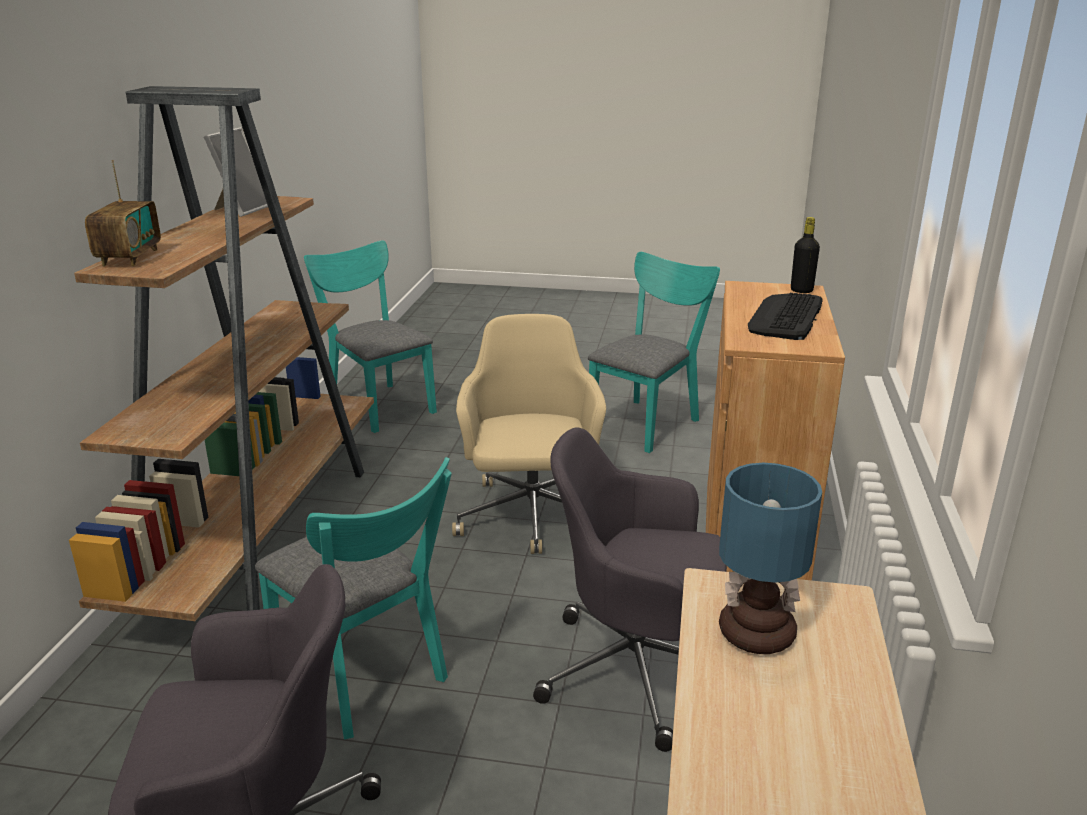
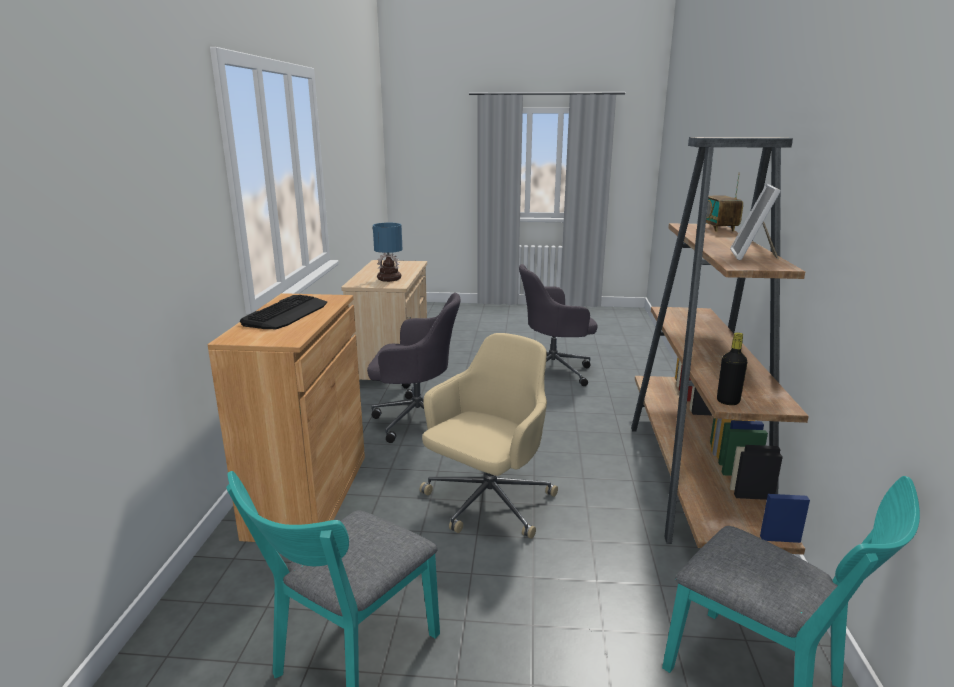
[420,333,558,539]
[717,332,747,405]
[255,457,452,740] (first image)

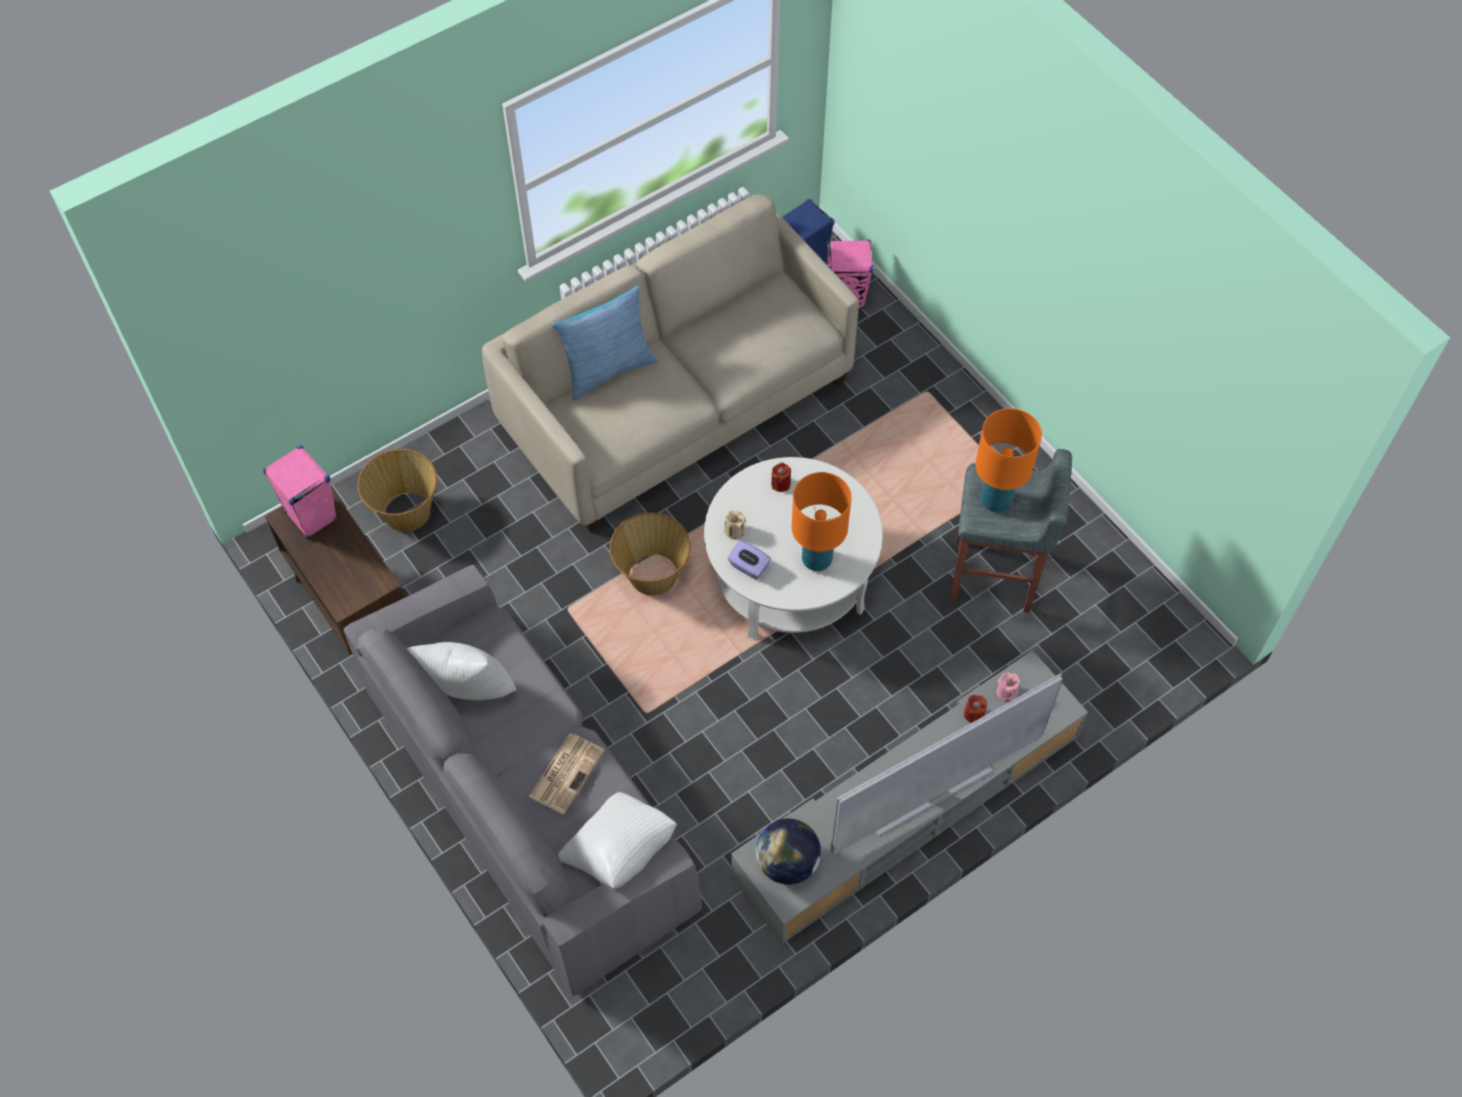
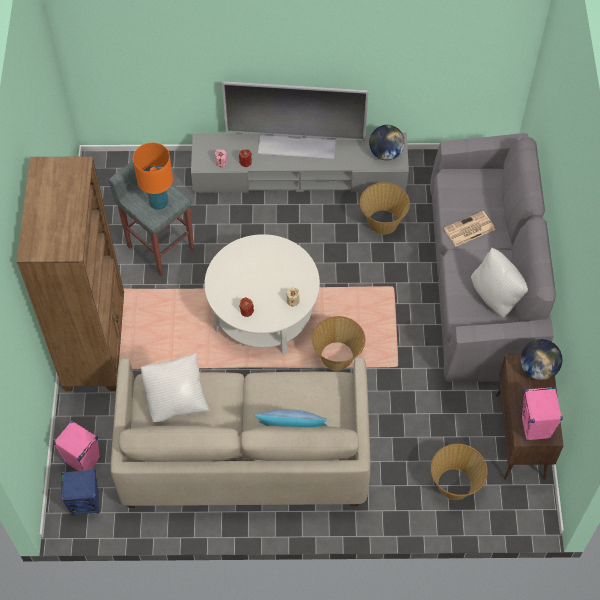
[17,156,124,391]
[141,353,210,422]
[360,182,410,235]
[521,339,562,380]
[728,540,771,580] (first image)
[792,472,851,571] (first image)

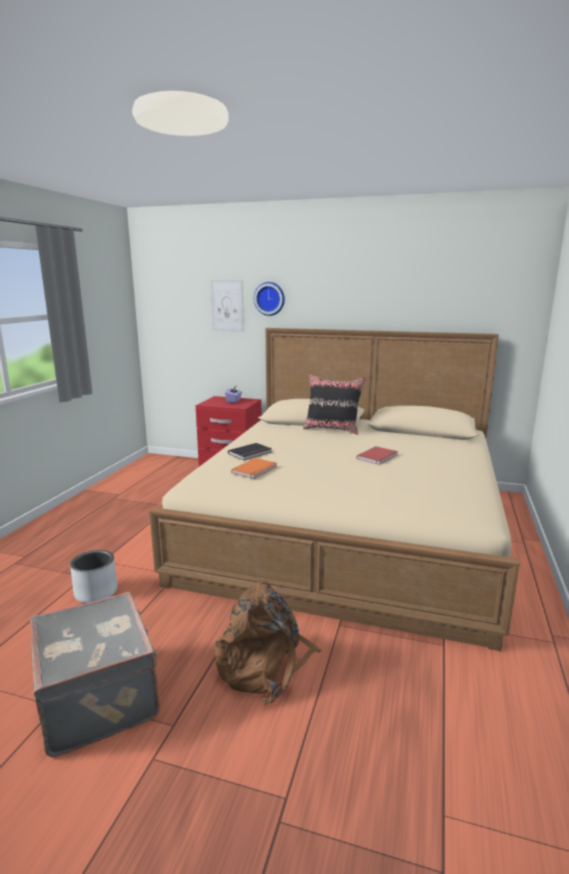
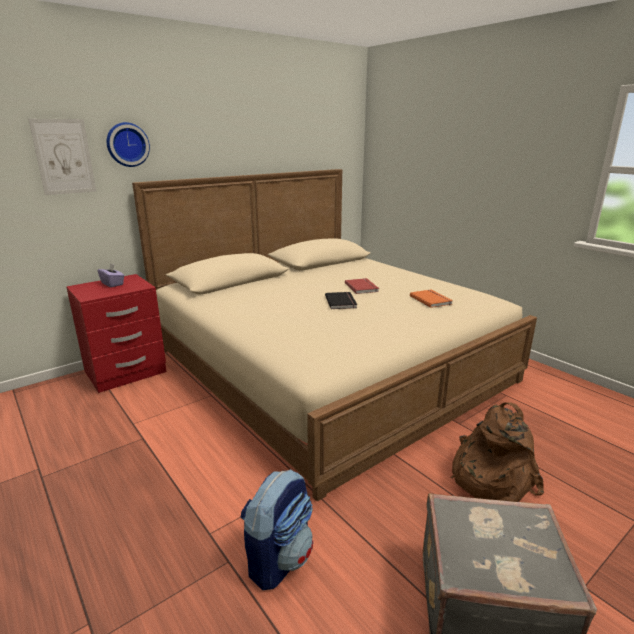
[241,469,313,590]
[325,292,357,309]
[410,290,453,308]
[303,374,365,434] (first image)

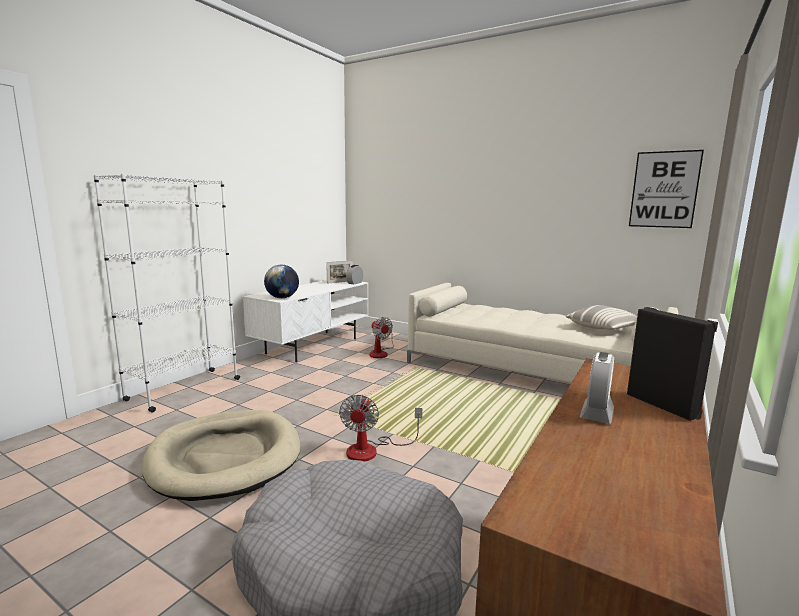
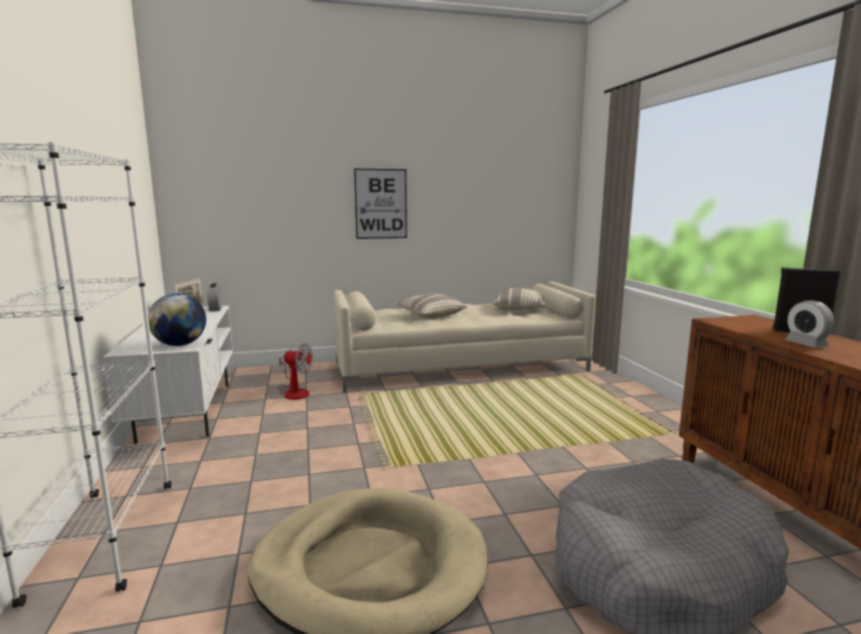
[354,169,407,239]
[396,294,467,318]
[339,395,422,462] (first image)

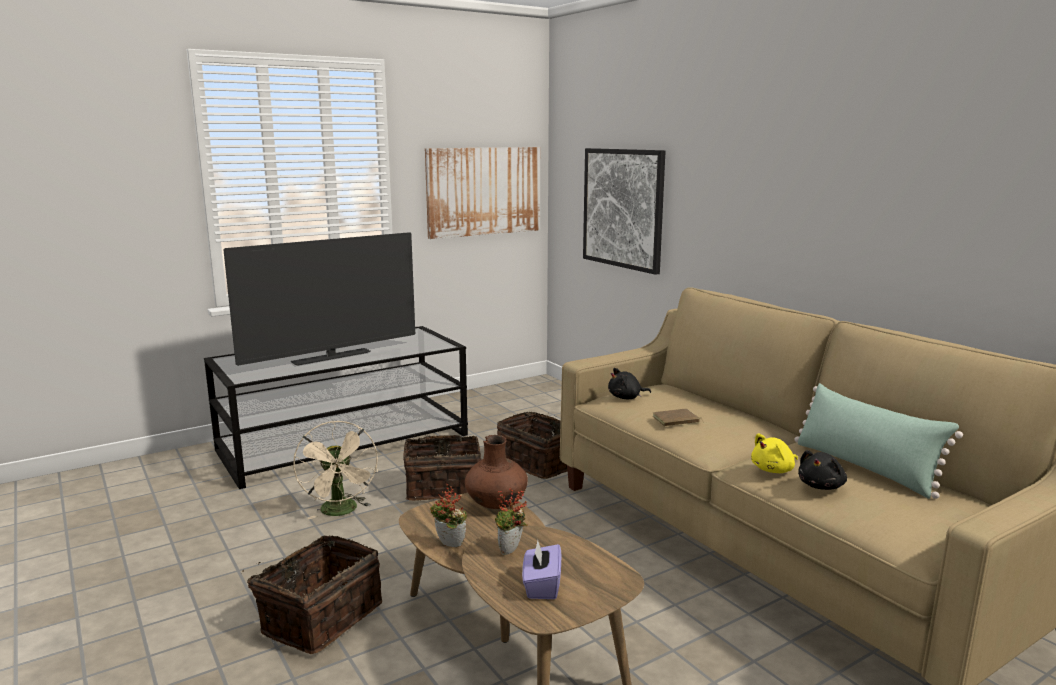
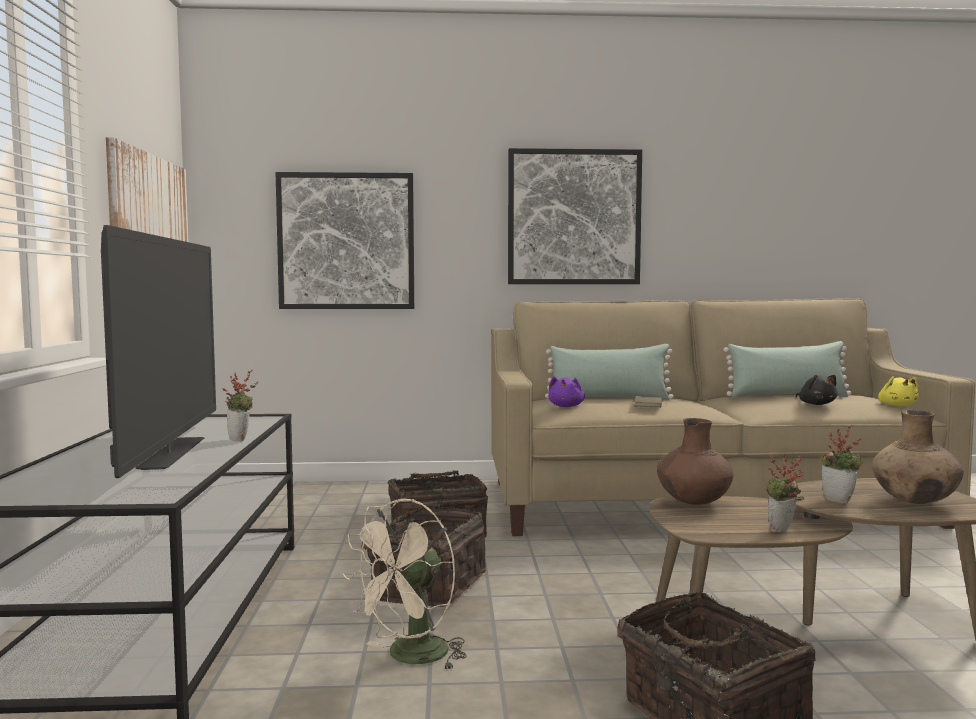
[222,369,258,442]
[343,499,467,671]
[508,148,642,284]
[545,344,673,401]
[548,376,585,407]
[872,410,964,504]
[878,376,919,406]

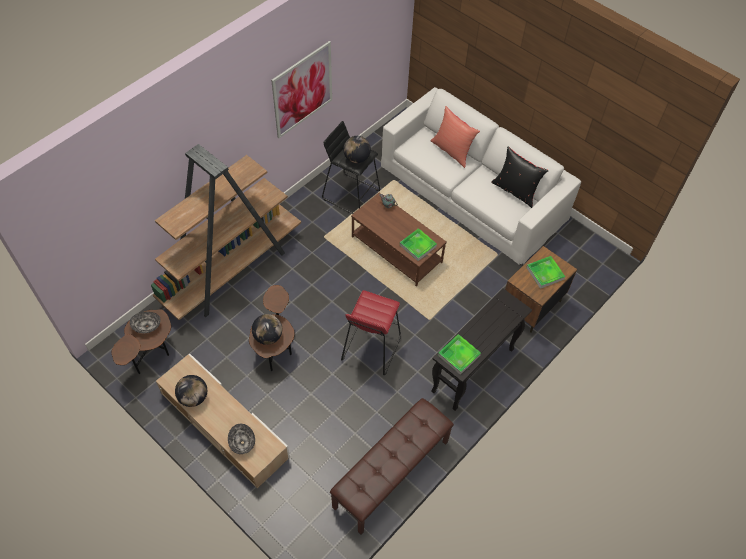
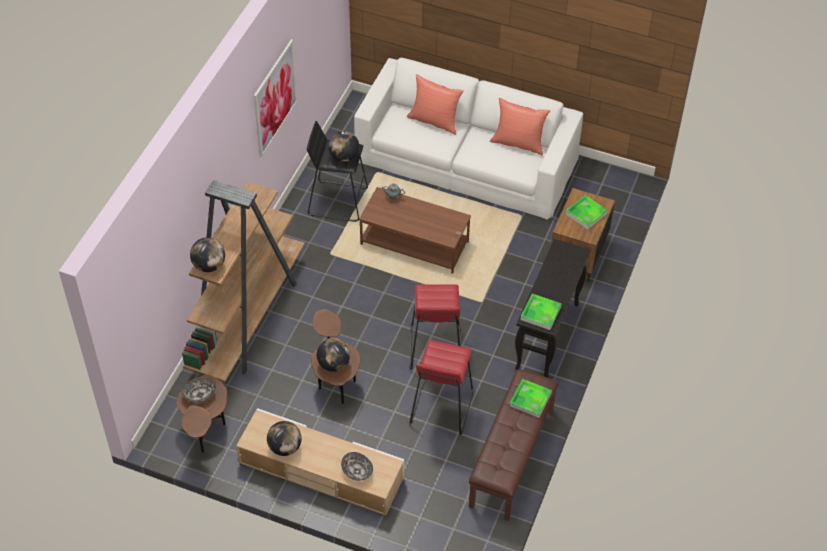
[190,237,225,272]
[409,340,473,435]
[490,98,550,155]
[509,379,552,418]

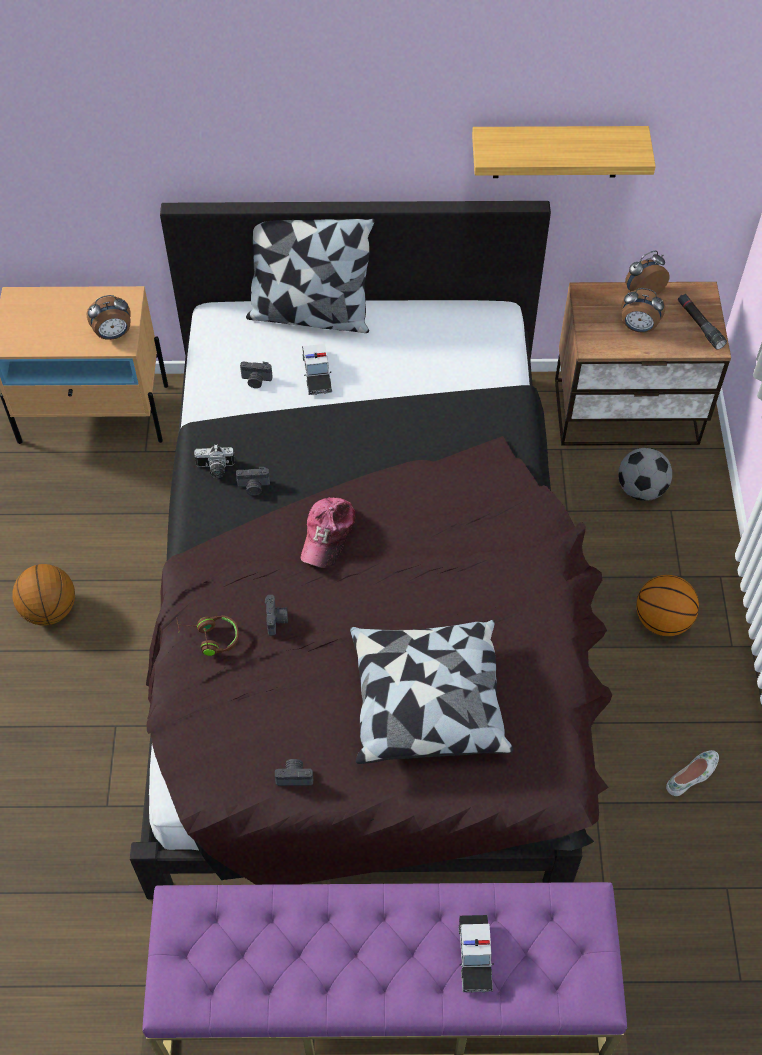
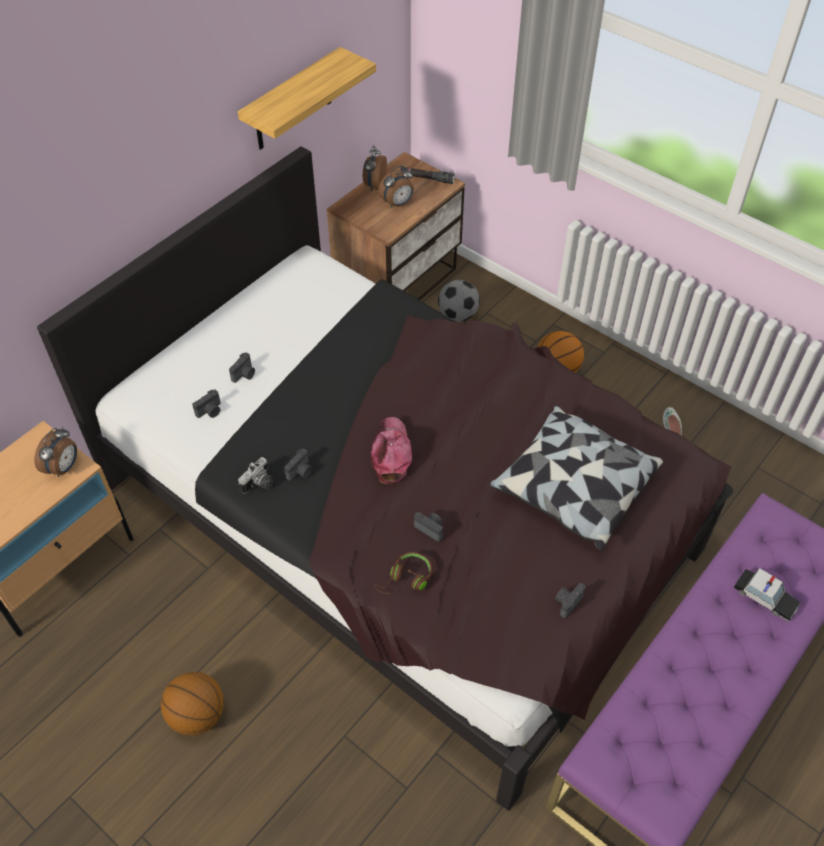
[229,353,255,383]
[371,417,412,484]
[246,219,375,333] (first image)

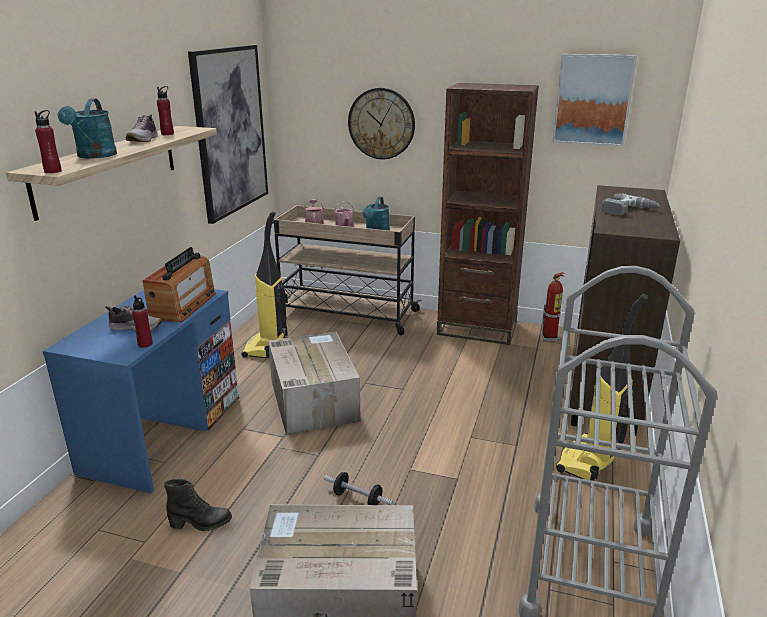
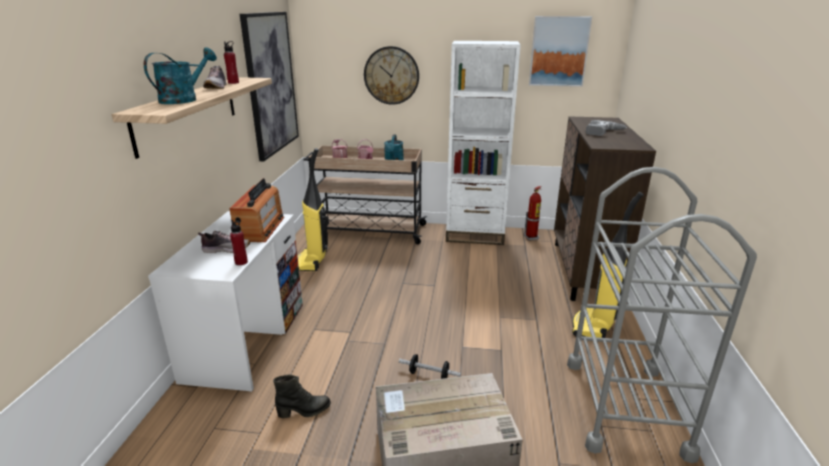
[144,47,217,104]
[148,211,303,391]
[446,41,521,245]
[35,110,62,173] (first image)
[268,332,361,435] (first image)

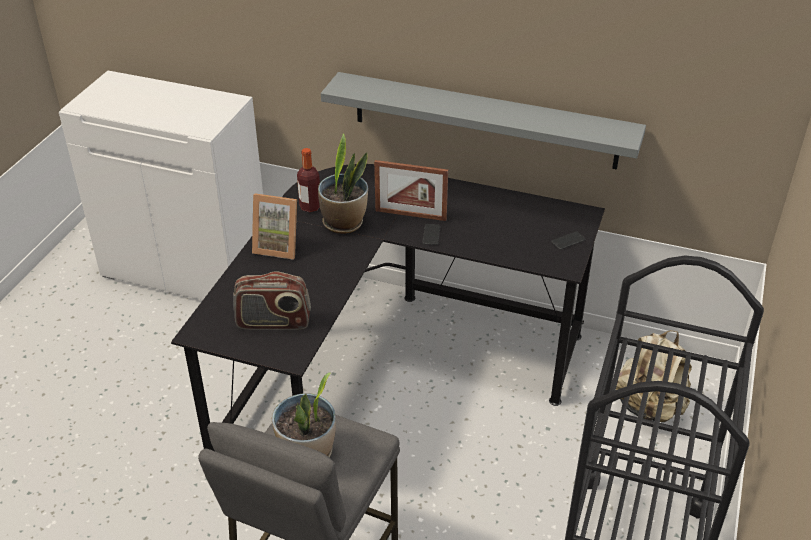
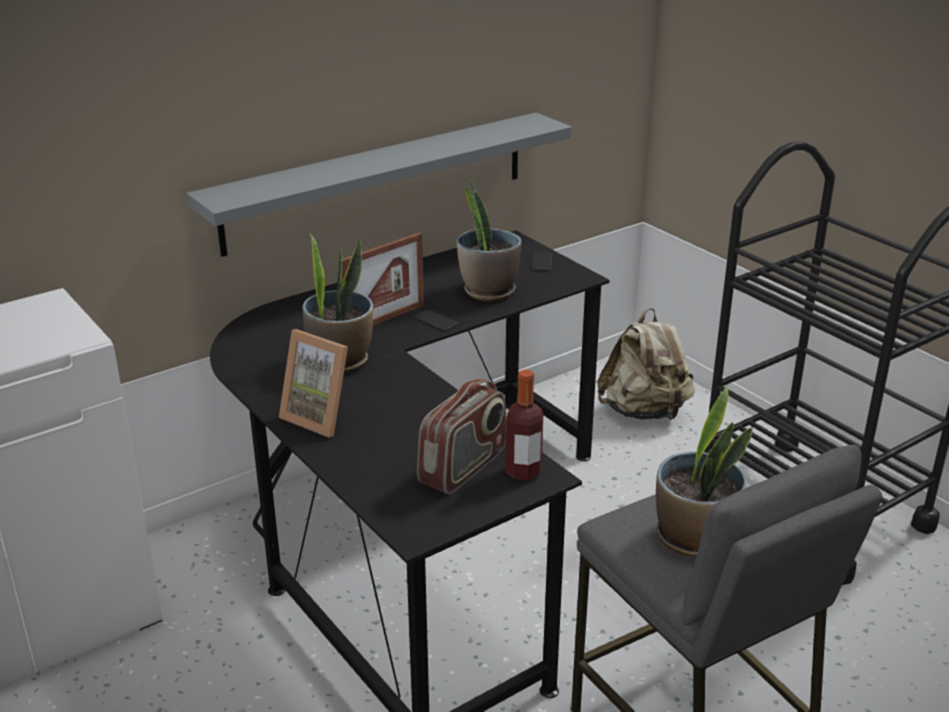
[279,329,348,437]
[457,179,521,301]
[506,369,543,480]

